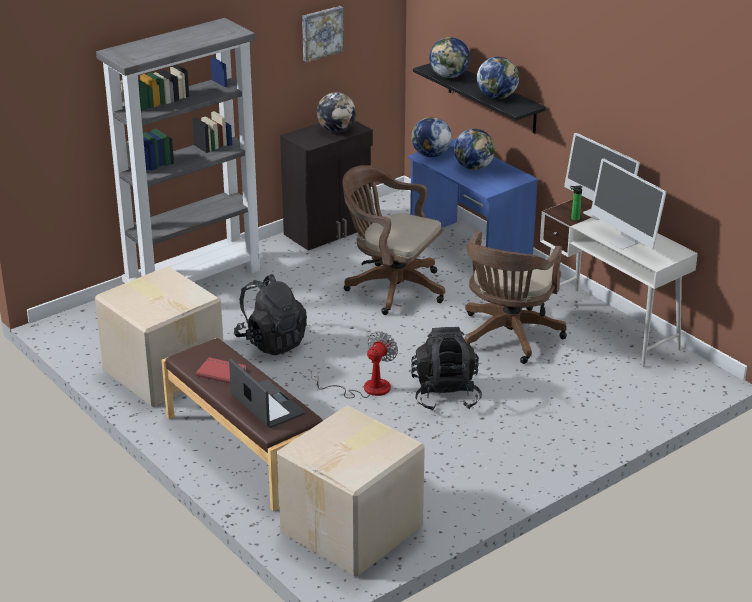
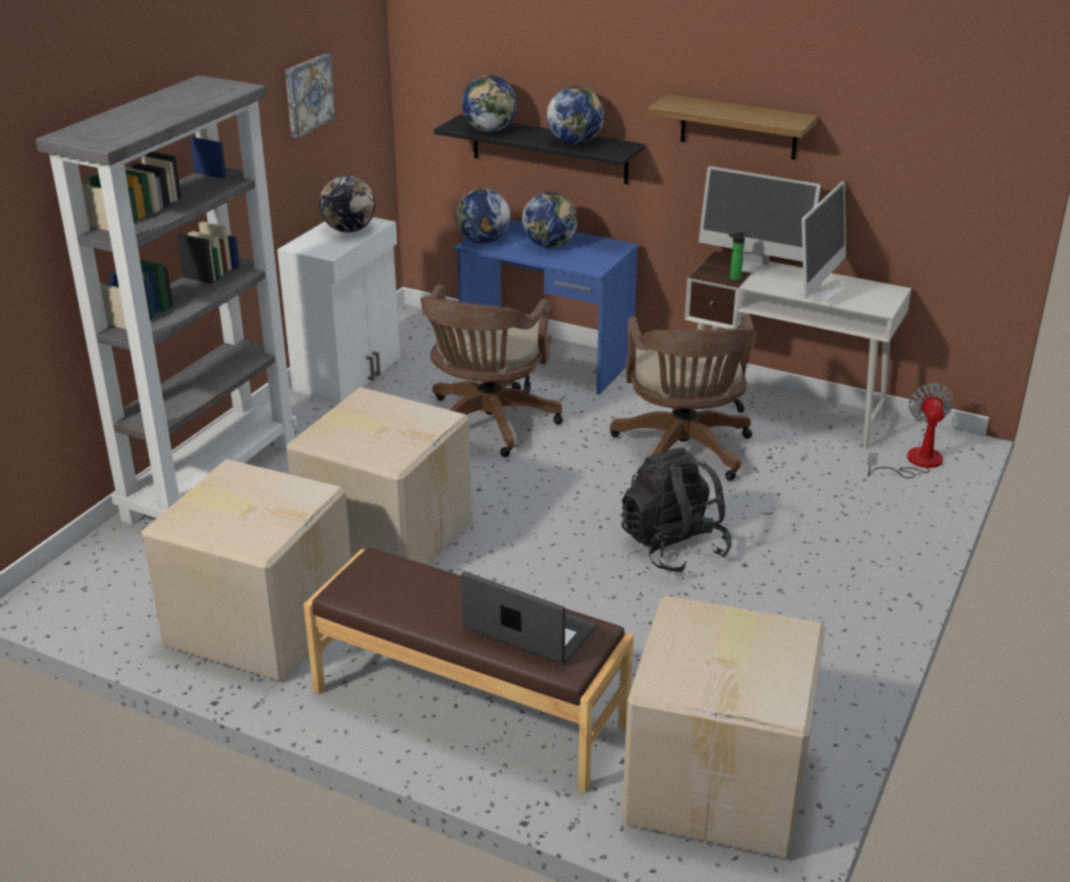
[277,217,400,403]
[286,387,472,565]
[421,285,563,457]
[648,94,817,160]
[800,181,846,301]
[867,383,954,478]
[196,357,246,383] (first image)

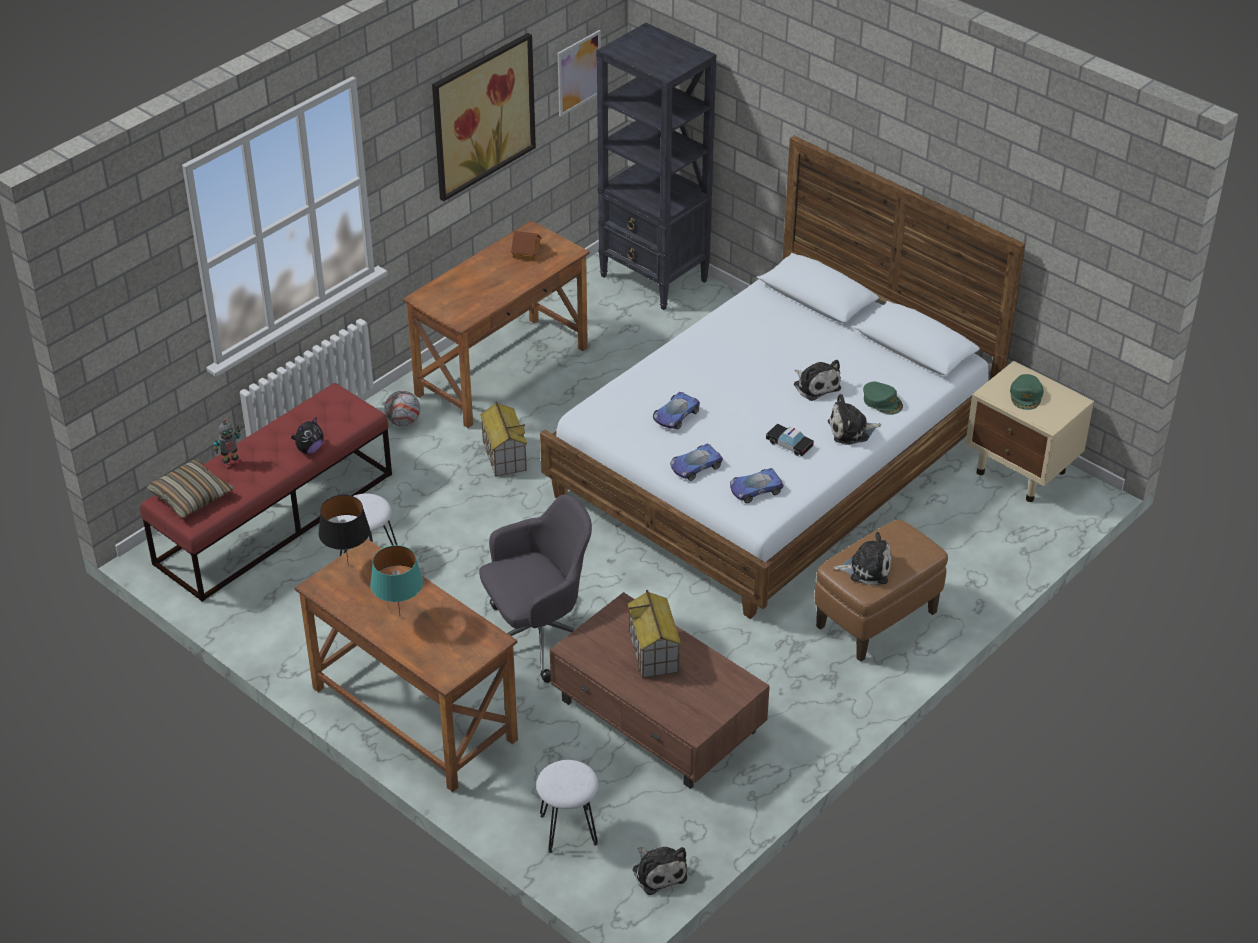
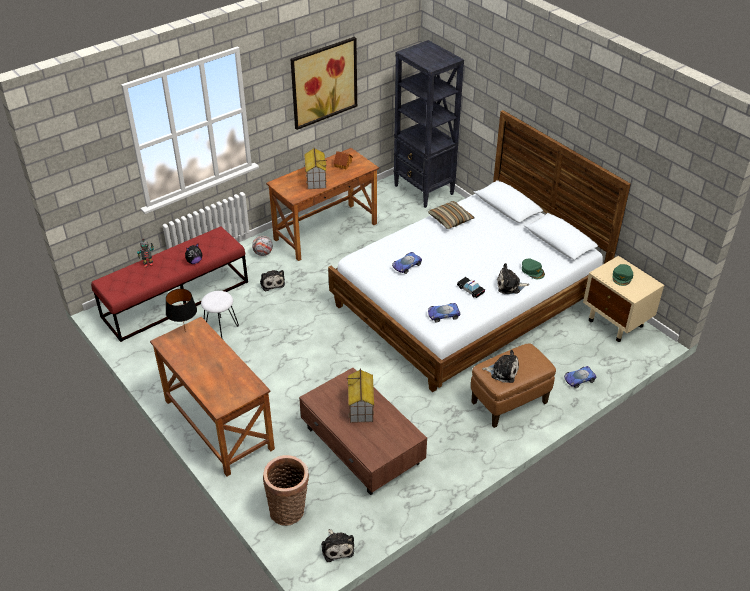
[260,270,285,291]
[263,455,309,526]
[304,147,327,189]
[428,201,475,229]
[564,366,597,388]
[370,545,423,615] (first image)
[479,494,592,683] (first image)
[558,30,601,117] (first image)

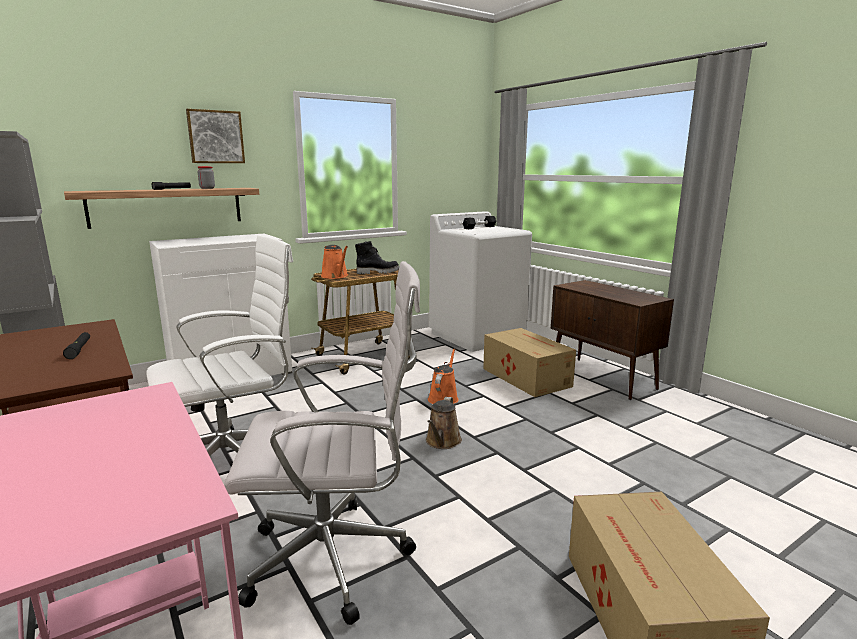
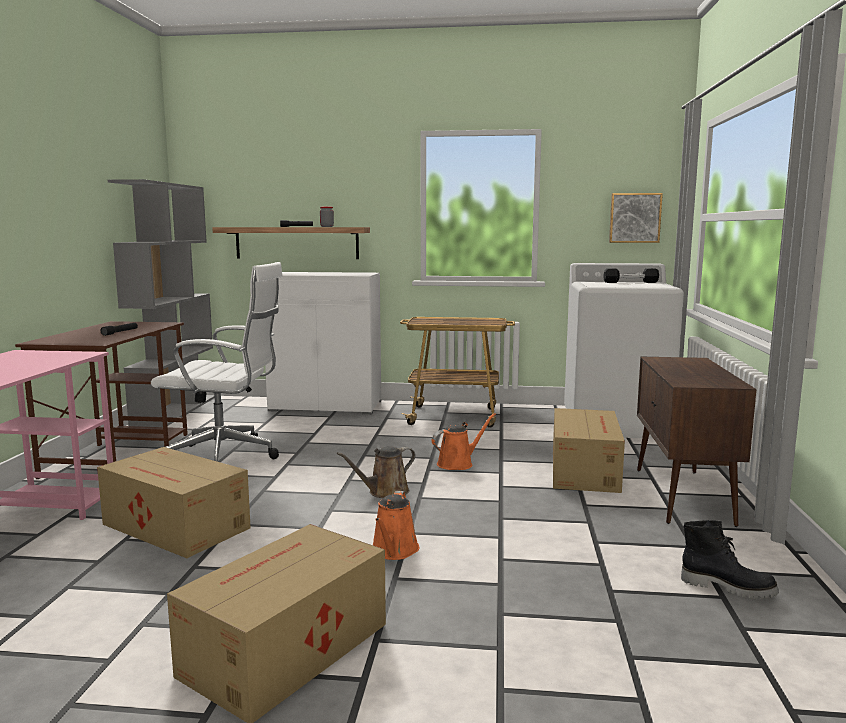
[97,447,251,558]
[373,491,419,560]
[609,193,663,243]
[681,520,779,599]

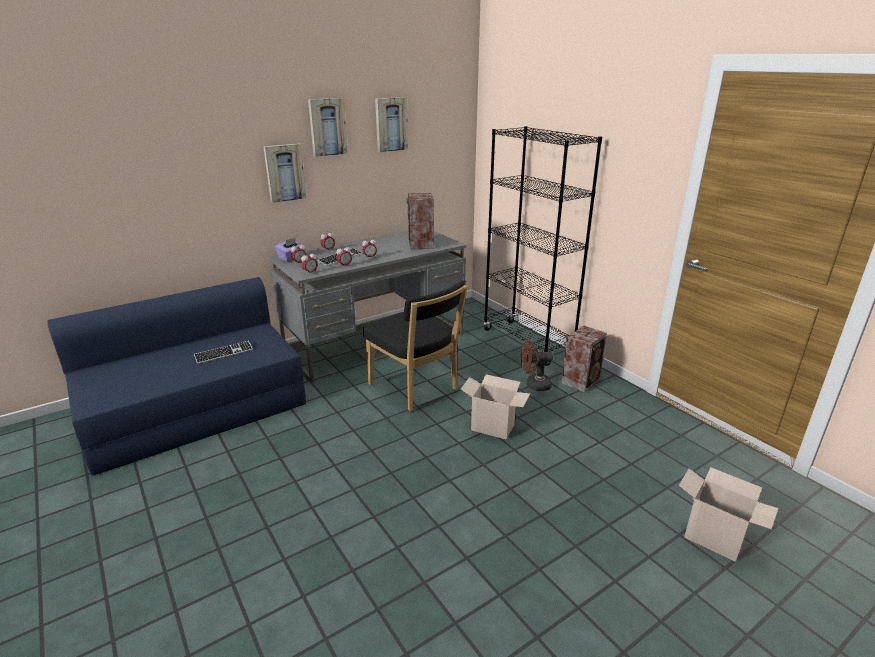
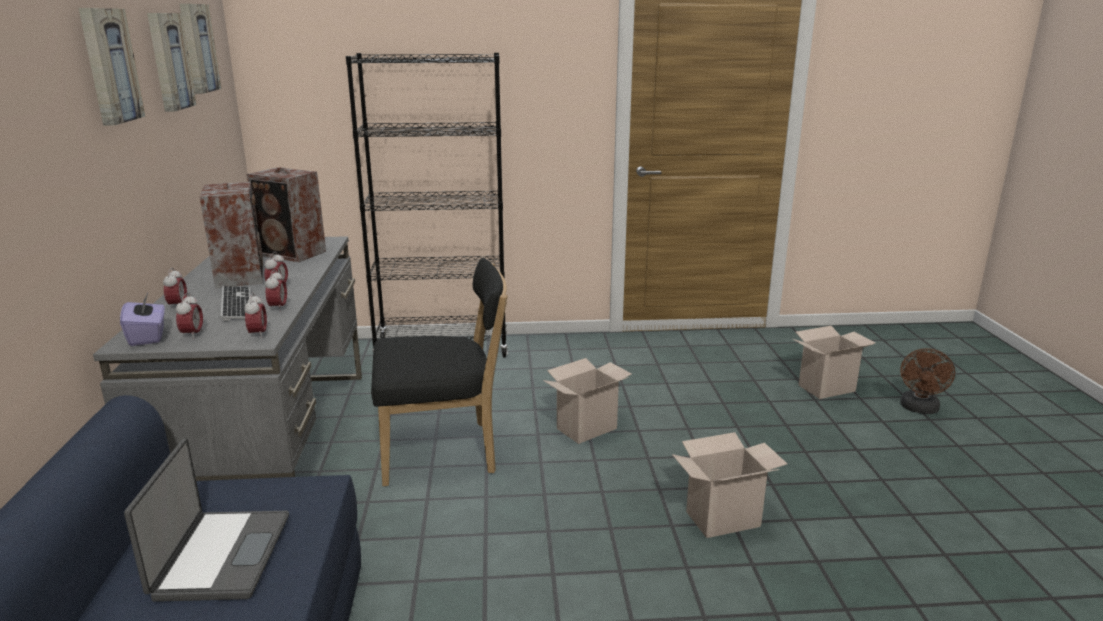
[124,439,289,602]
[180,4,222,94]
[200,182,263,288]
[672,432,787,538]
[900,348,955,414]

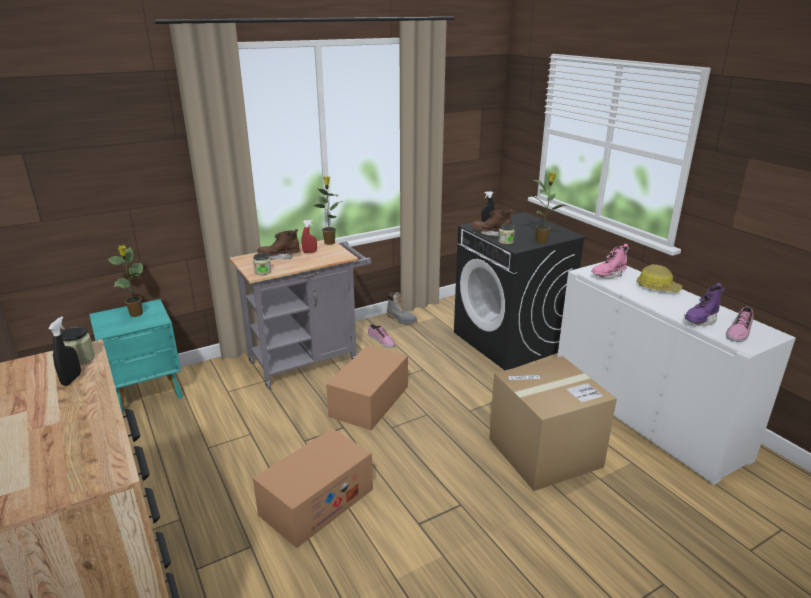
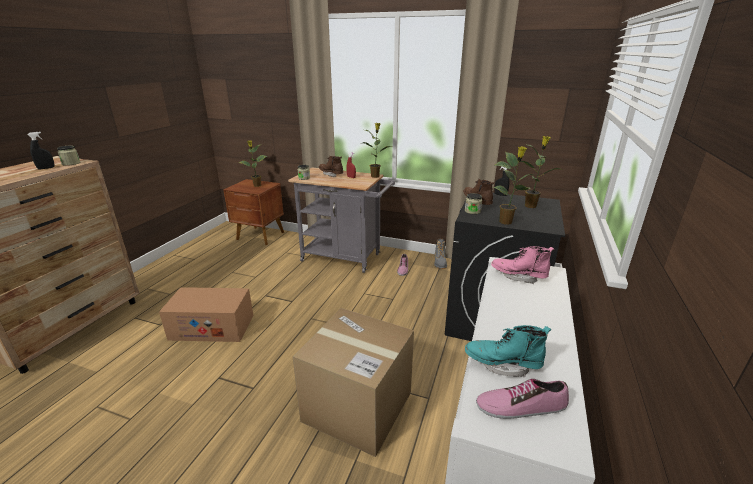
[223,179,284,245]
[465,325,551,378]
[520,136,560,208]
[326,345,408,430] (first image)
[637,264,682,292] (first image)

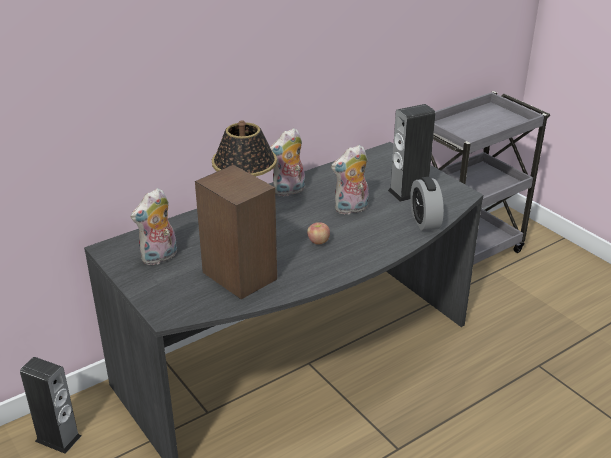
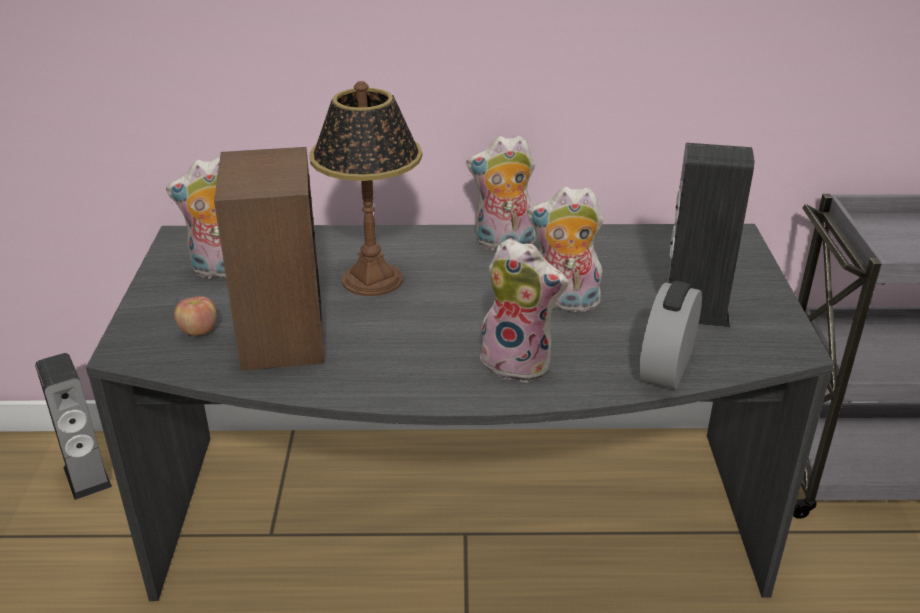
[174,296,217,336]
[480,238,568,383]

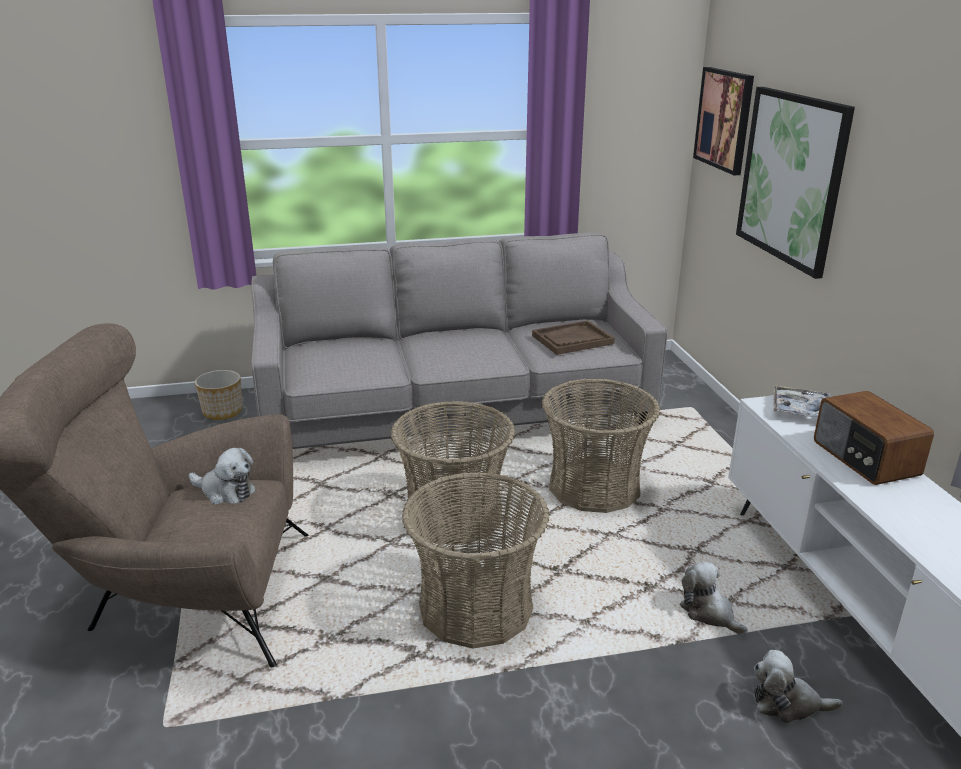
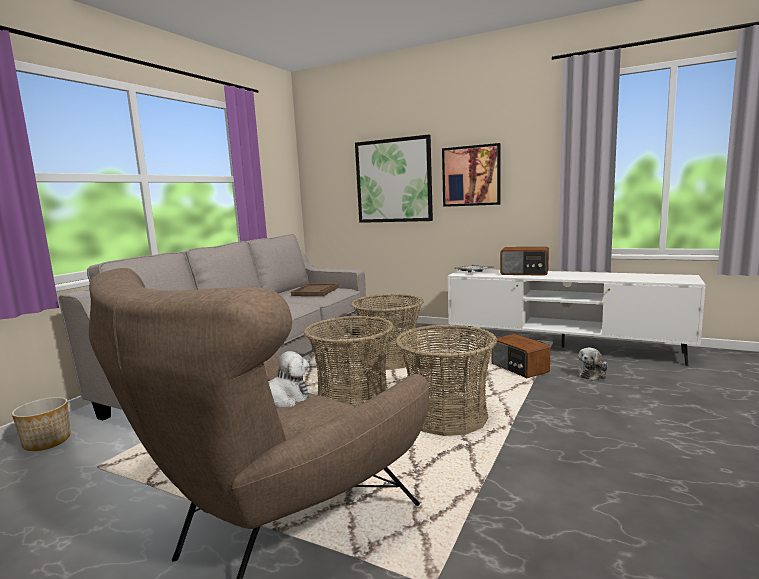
[442,143,501,207]
[491,334,550,378]

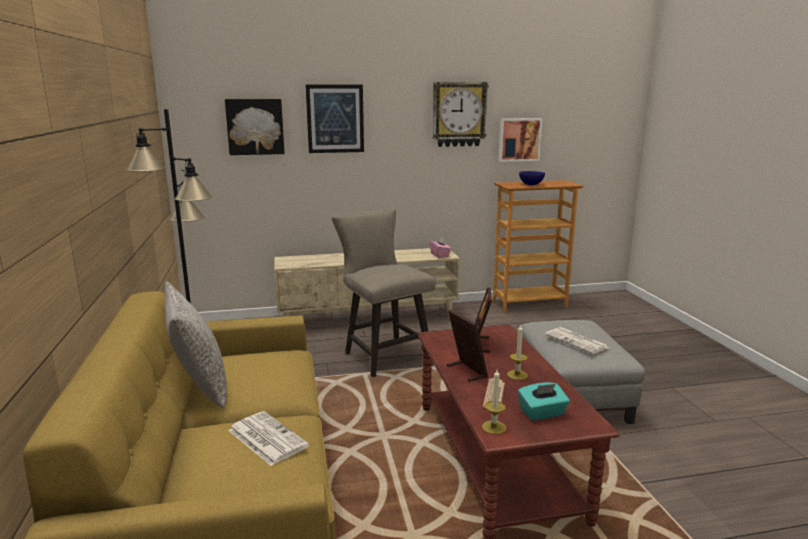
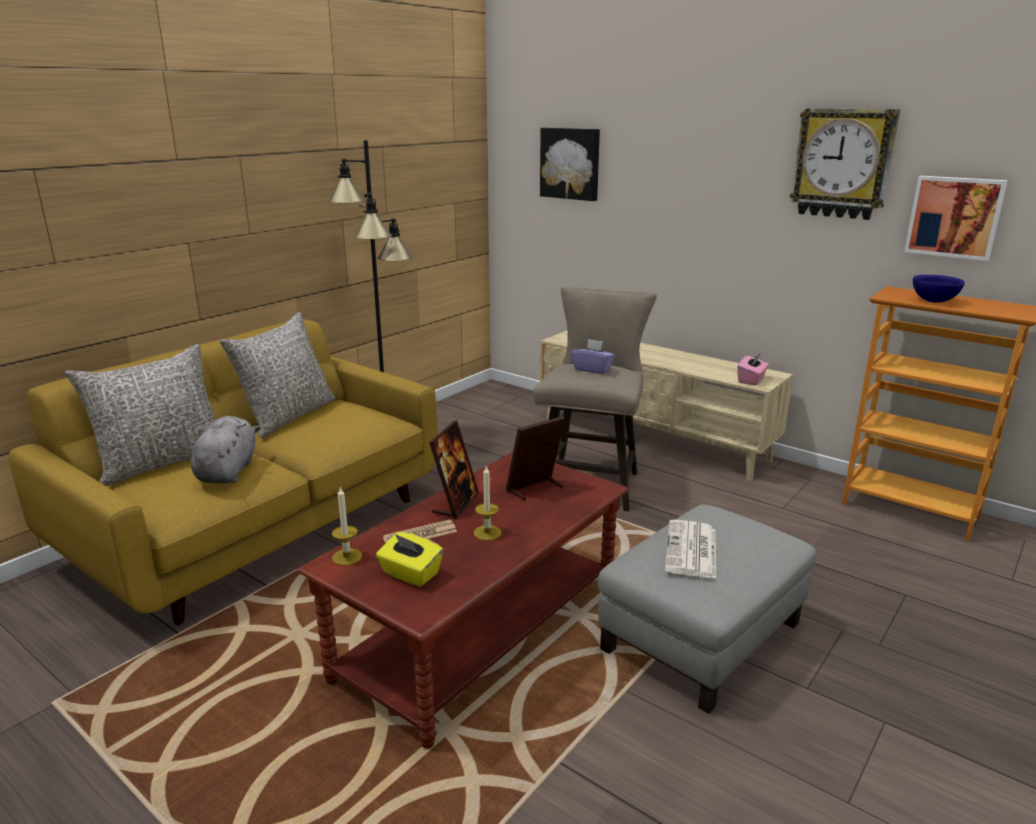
[65,344,215,486]
[191,416,261,483]
[376,532,443,587]
[571,339,615,374]
[305,84,364,153] (first image)

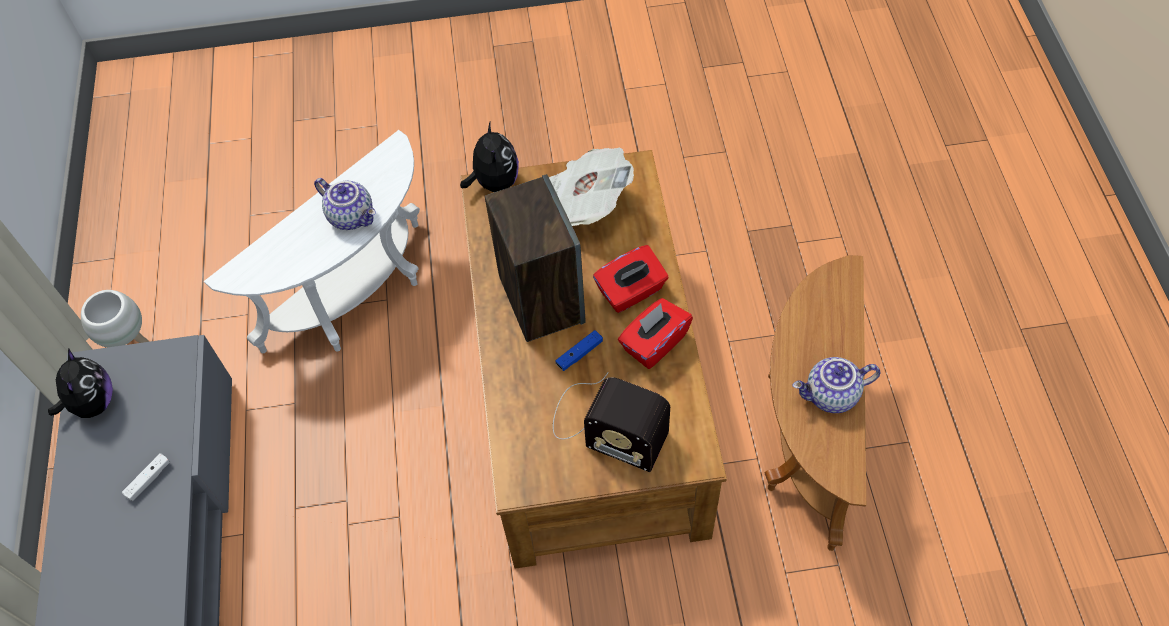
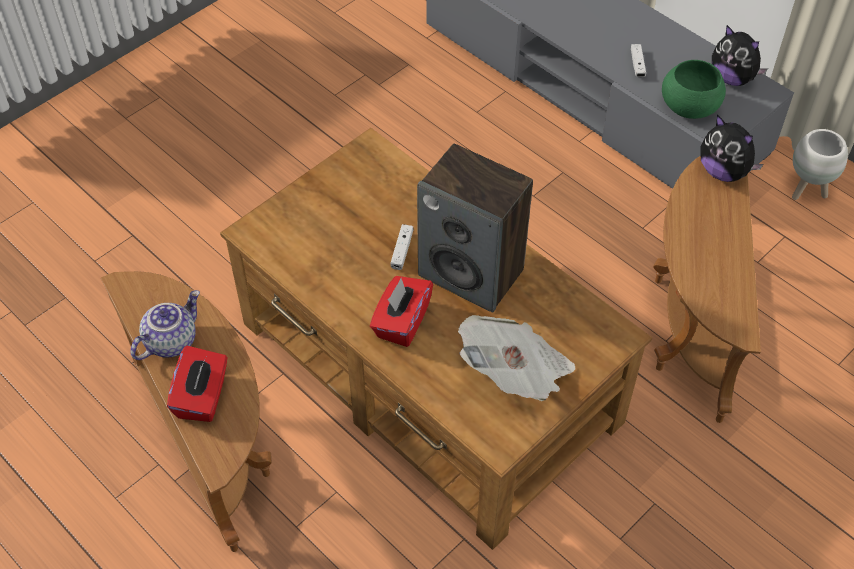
[167,346,228,422]
[390,224,414,270]
[653,156,761,423]
[662,60,726,119]
[700,114,763,182]
[314,178,376,230] (first image)
[553,372,670,472] (first image)

